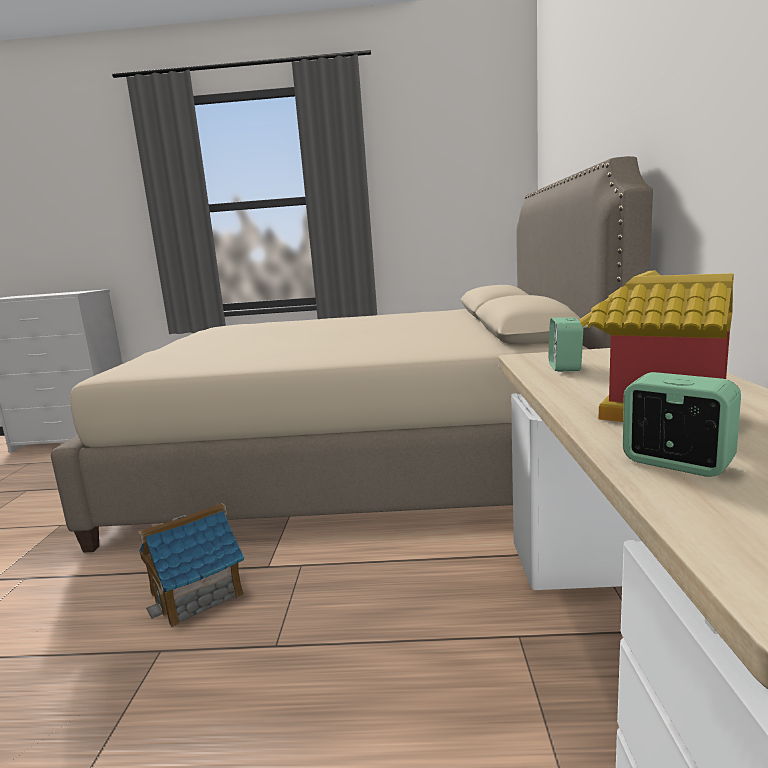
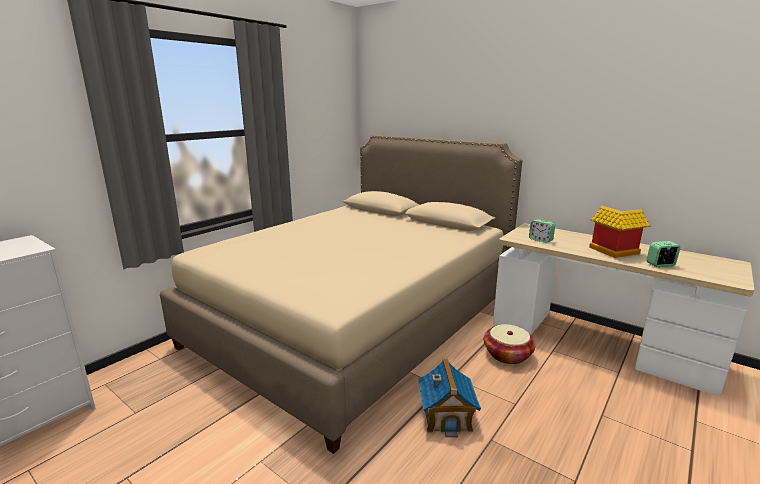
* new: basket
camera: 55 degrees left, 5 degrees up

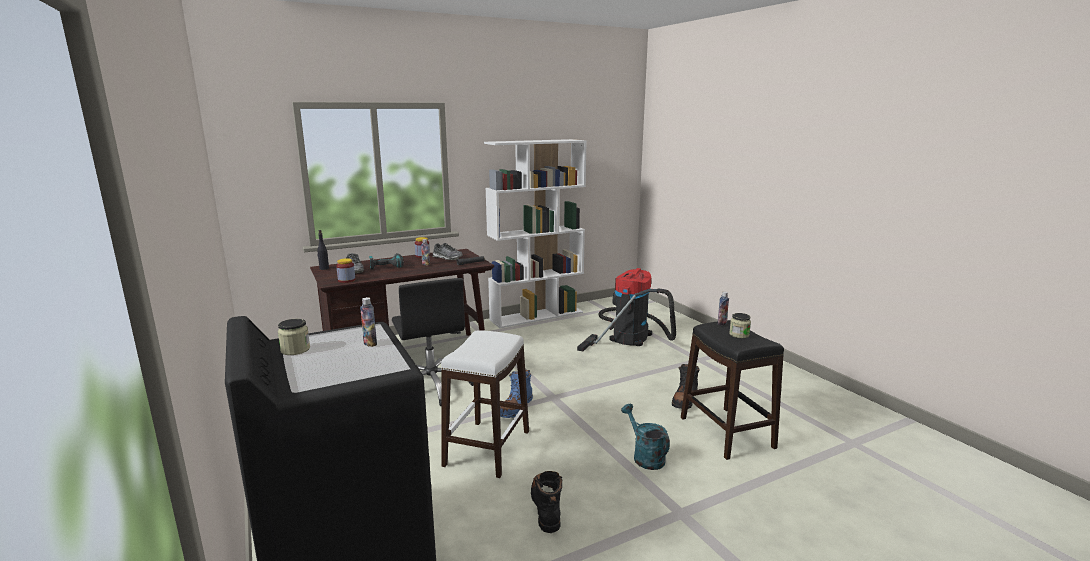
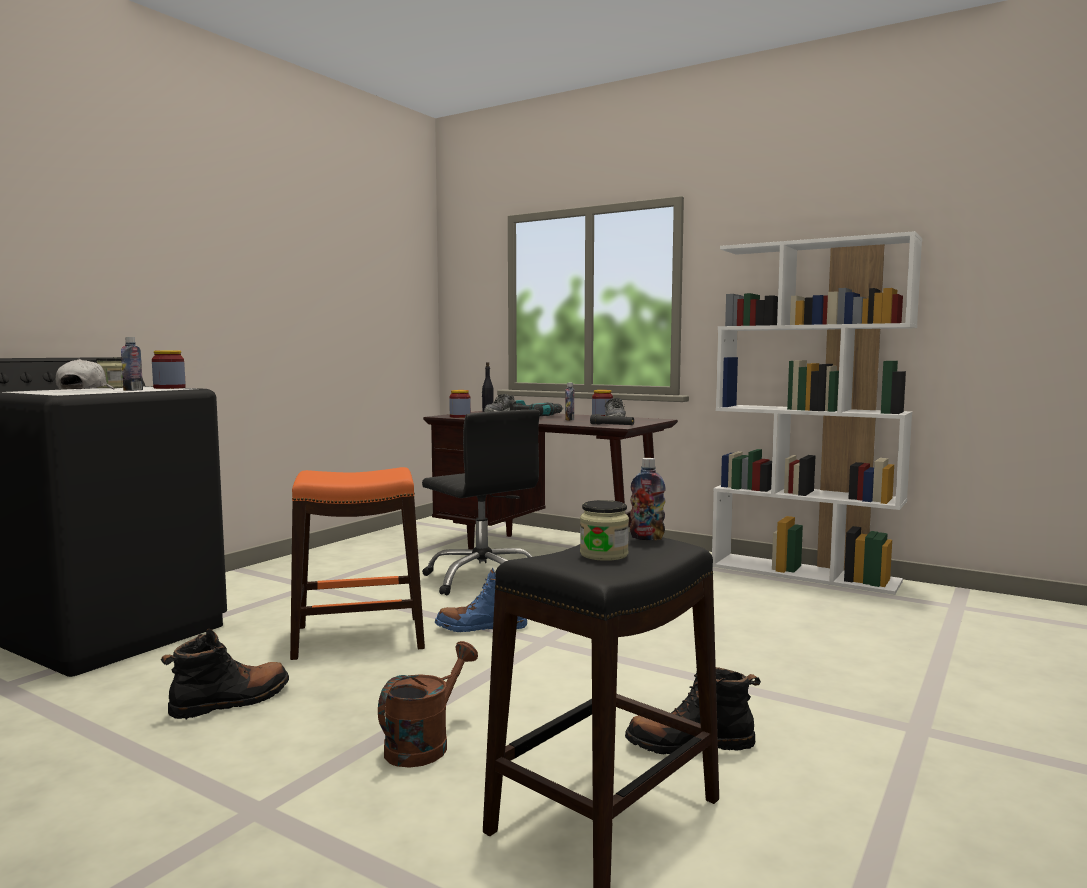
* gone: vacuum cleaner
* new: white cap
* new: jar (no. 2 from left)
* repainted: white stool to orange stool
* repainted: turquoise watering can to brown watering can
* rotated: black office chair 75 degrees counterclockwise
camera: 60 degrees right, 10 degrees down

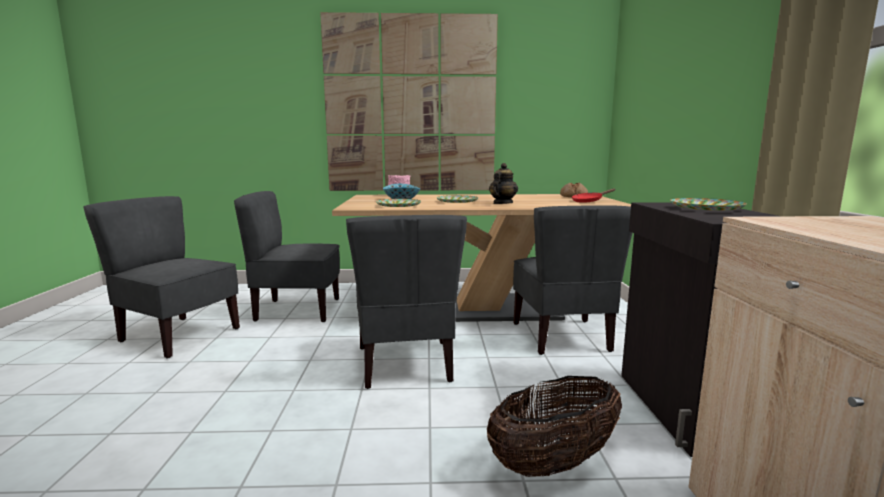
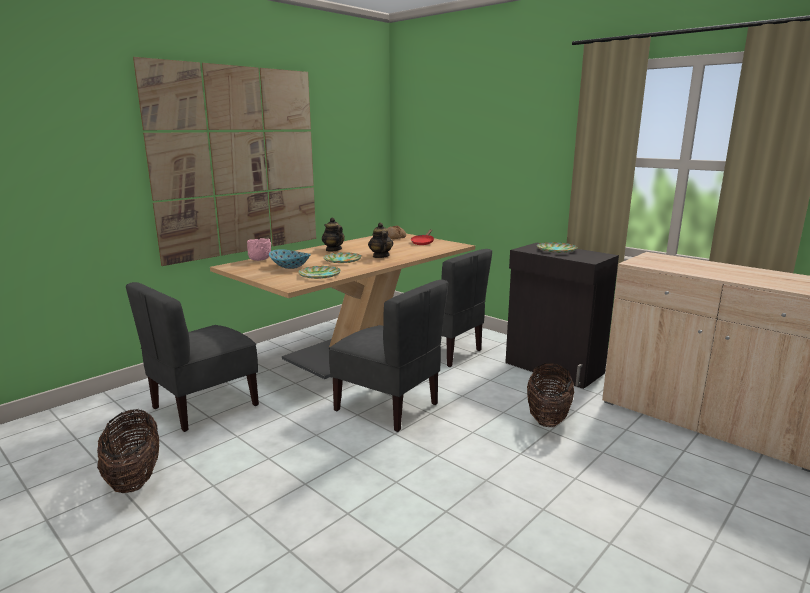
* new: teapot (no. 1 from left)
* swapped: grey chair (no. 1 from left) to basket (no. 1 from left)
camera: 45 degrees left, 5 degrees up

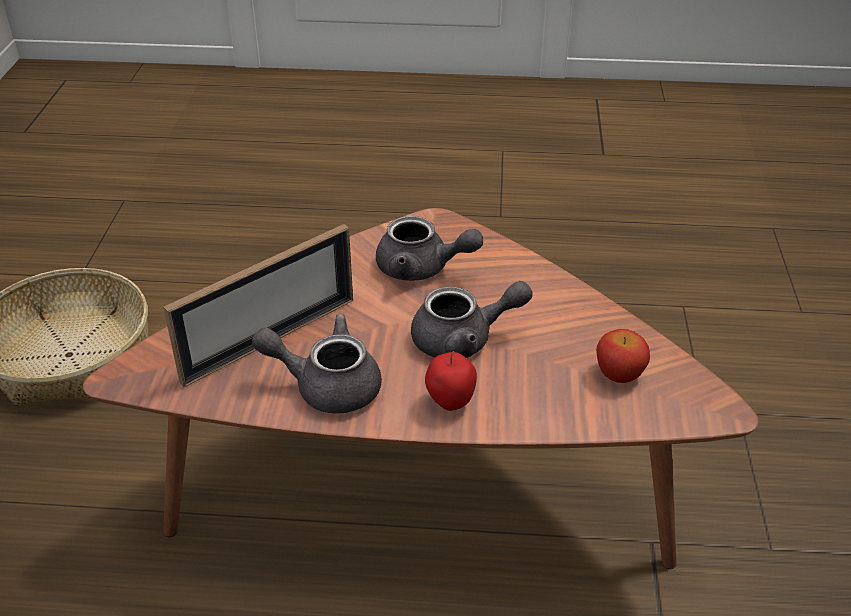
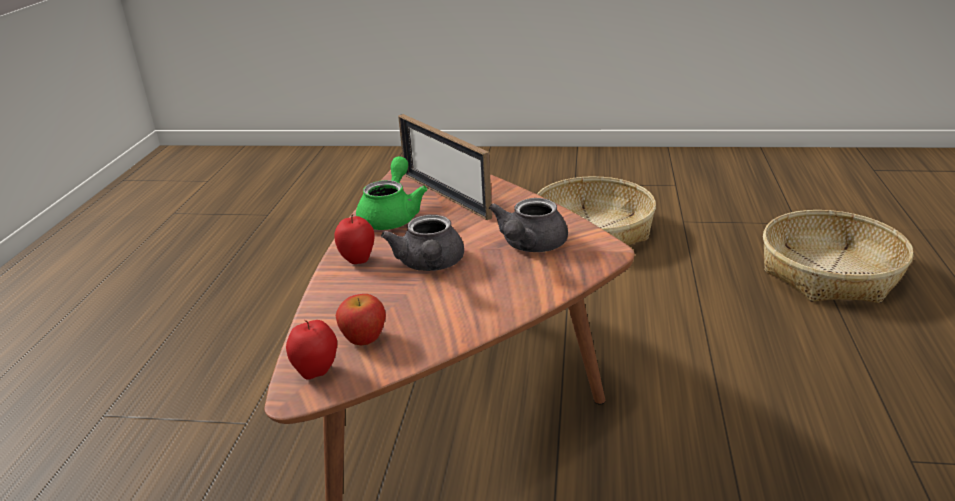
* new: apple (no. 1 from left)
* new: basket (no. 2 from left)
* repainted: grey teapot (no. 1 from left) to green teapot
camera: 95 degrees right, 10 degrees down

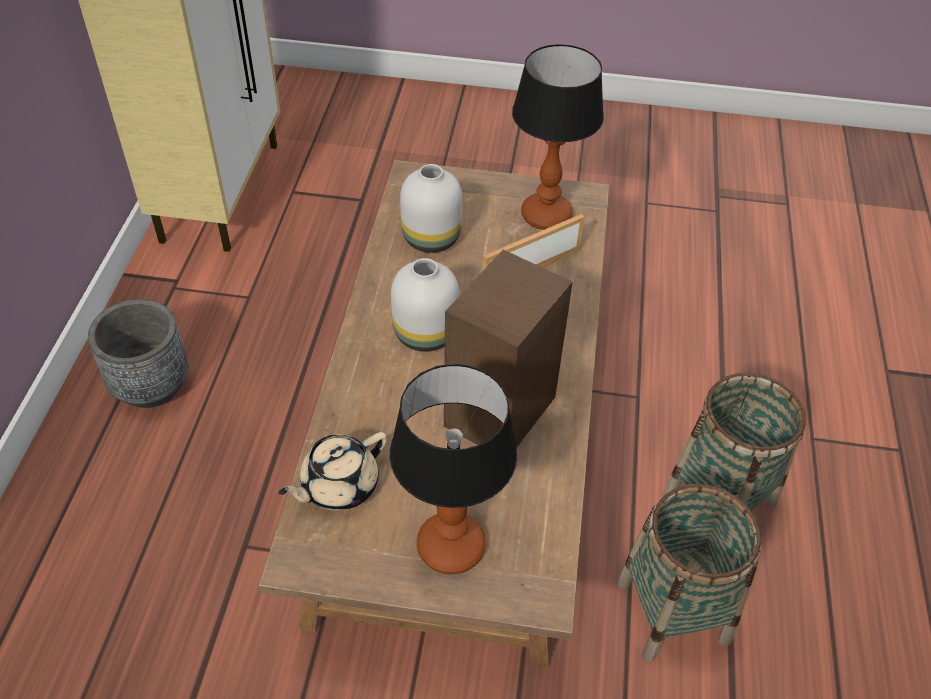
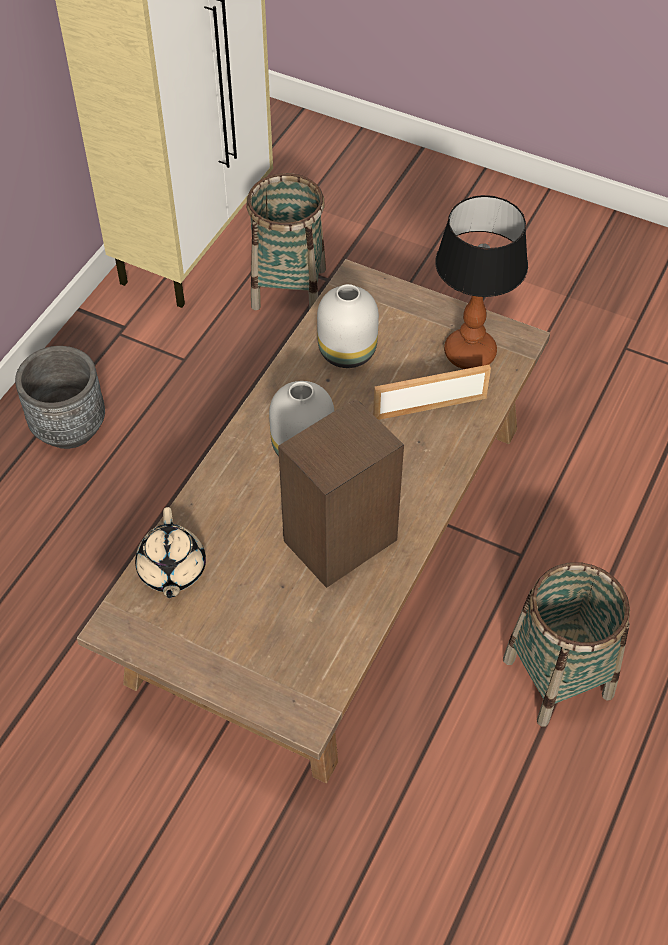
* gone: table lamp (no. 1 from left)
* shifted: basket (no. 1 from left)
* rotated: beige teapot 75 degrees counterclockwise
camera: 20 degrees right, 5 degrees up

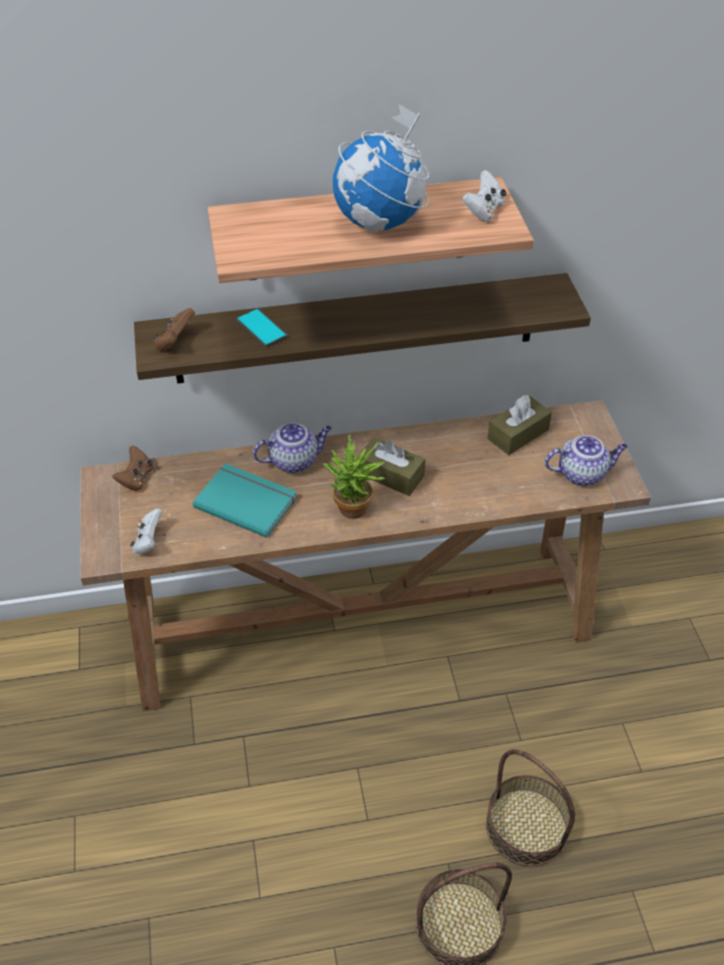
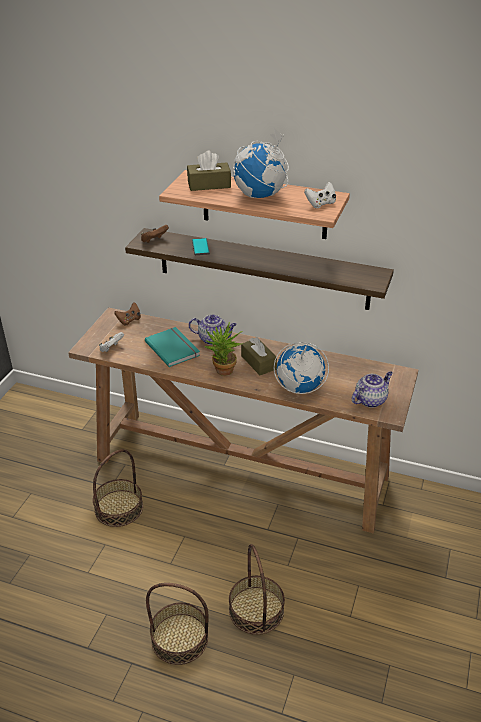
* new: basket (no. 1 from left)
* new: globe (no. 2 from left)
* shifted: brown tissue box (no. 2 from left in the first image) to brown tissue box (no. 1 from left)
* rotated: teapot (no. 2 from left) 60 degrees counterclockwise
camera: 30 degrees right, 10 degrees down

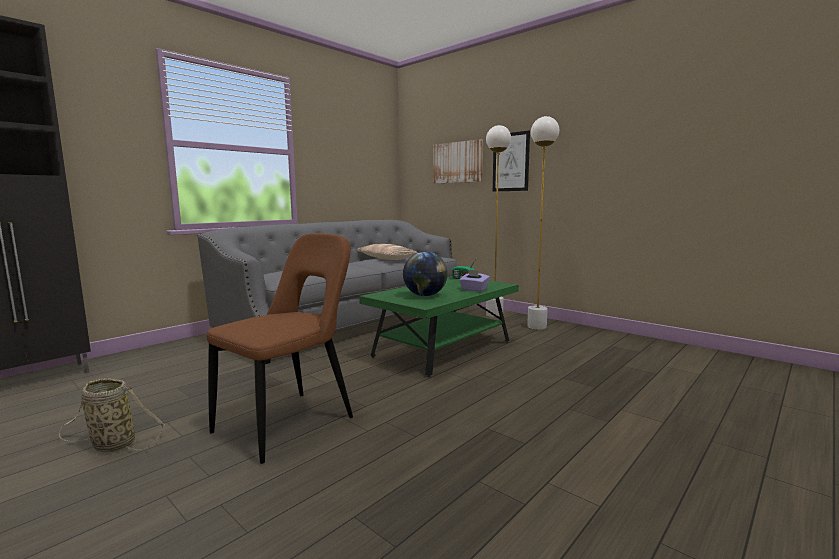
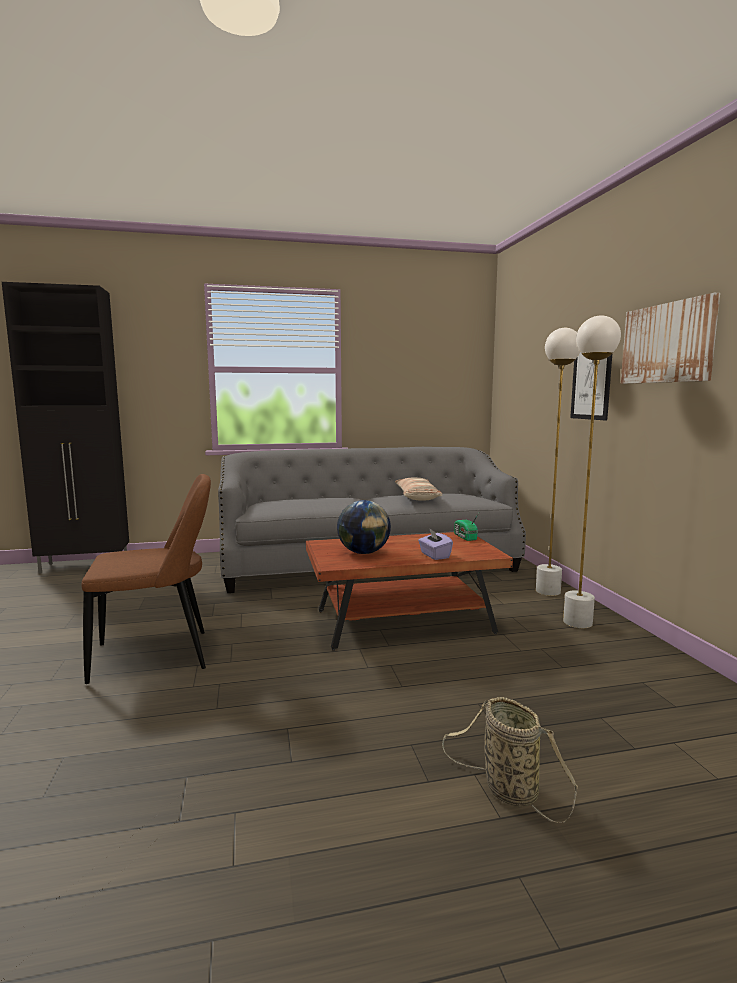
* shifted: basket
* shifted: picture (no. 1 from left in the first image) to picture (no. 2 from left)
* repainted: green coffee table to brown coffee table
camera: 35 degrees right, 0 degrees up

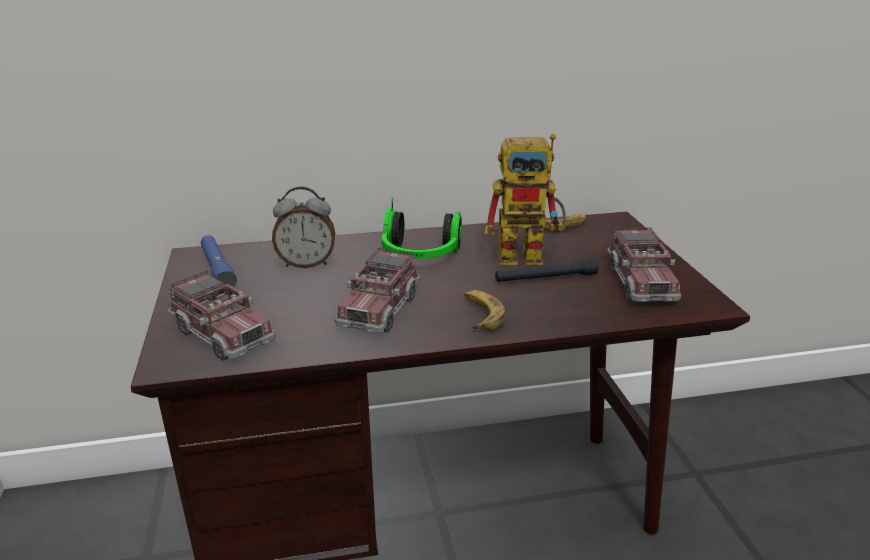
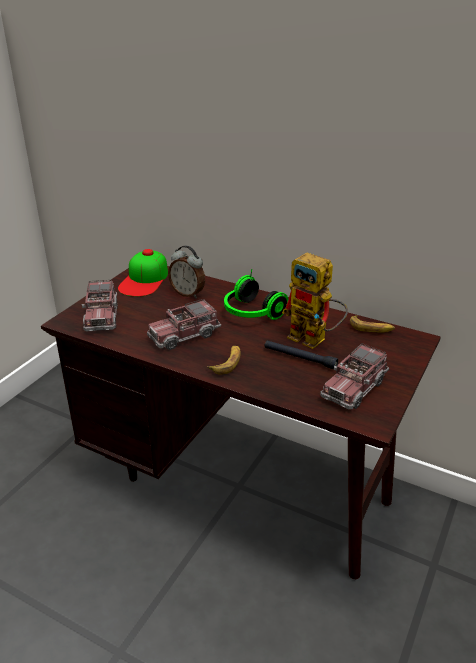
* swapped: blue flashlight to cap
camera: 40 degrees right, 5 degrees up

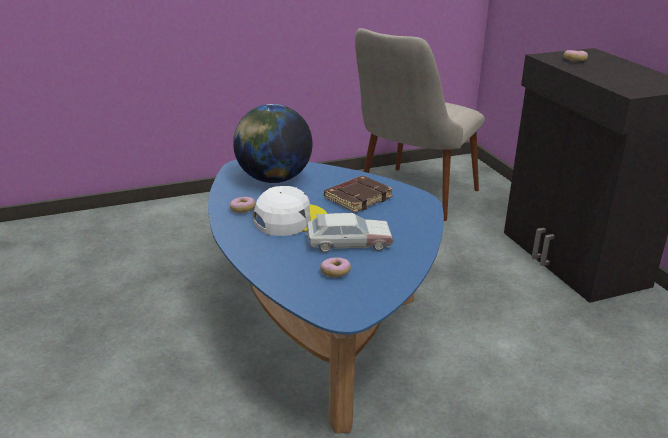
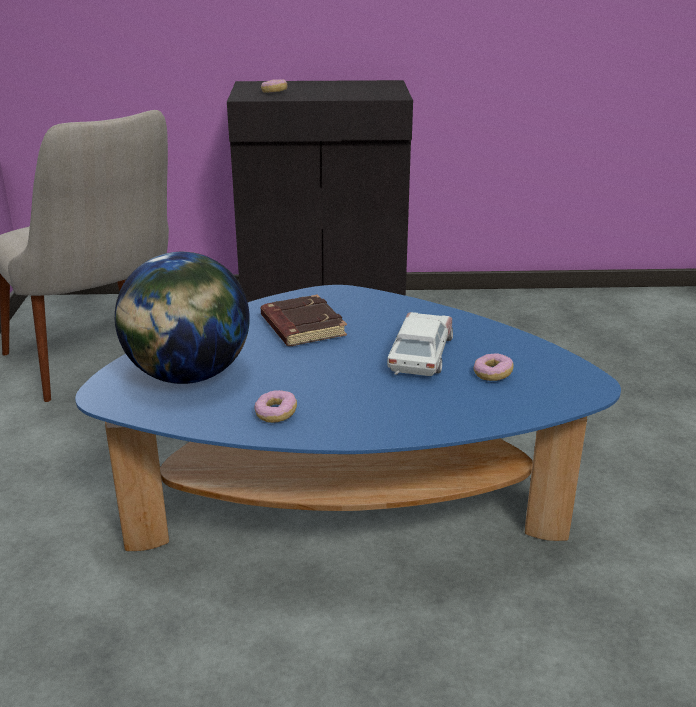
* gone: white cap
camera: 70 degrees left, 0 degrees up

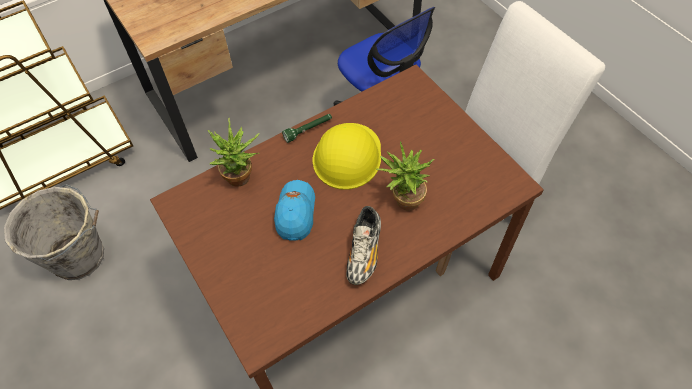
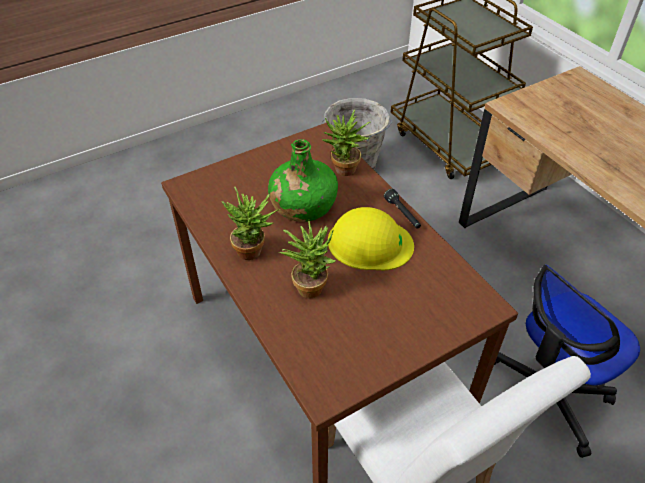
* swapped: blue cap to green bottle
* swapped: shoe to potted plant (no. 1 from left)
* repainted: green flashlight to black flashlight
camera: 90 degrees right, 10 degrees down

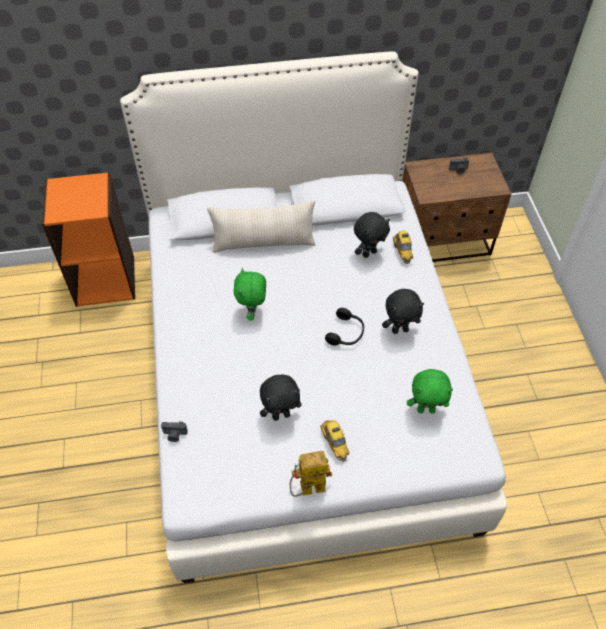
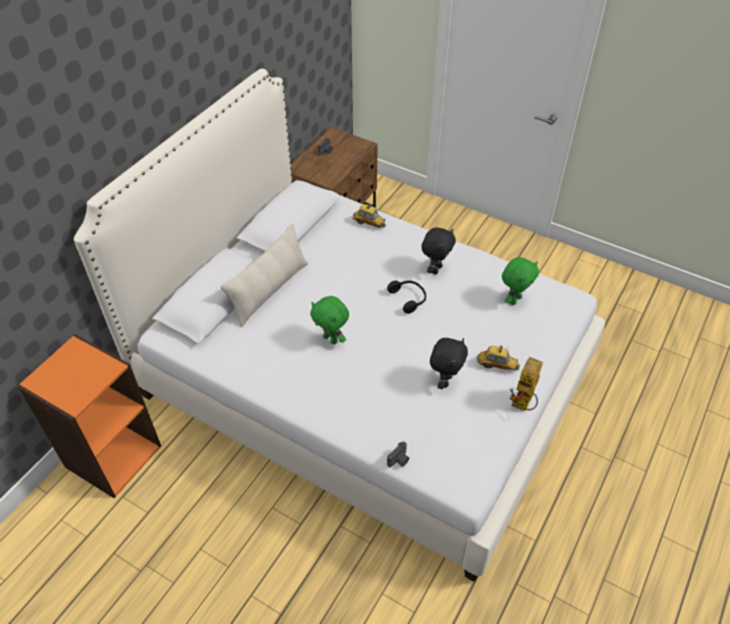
* gone: black plush toy (no. 2 from left)
camera: 50 degrees left, 5 degrees down

